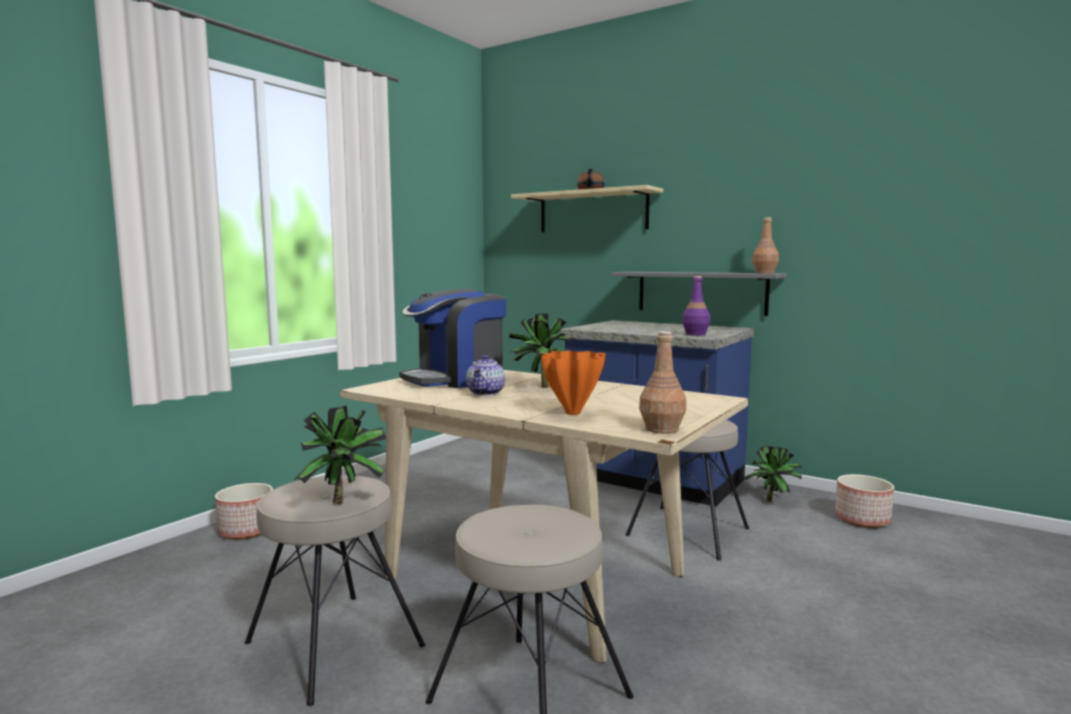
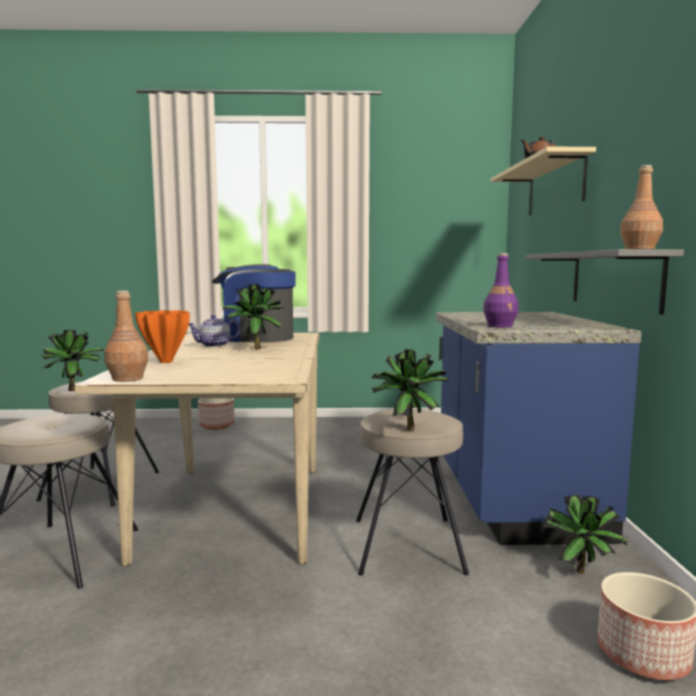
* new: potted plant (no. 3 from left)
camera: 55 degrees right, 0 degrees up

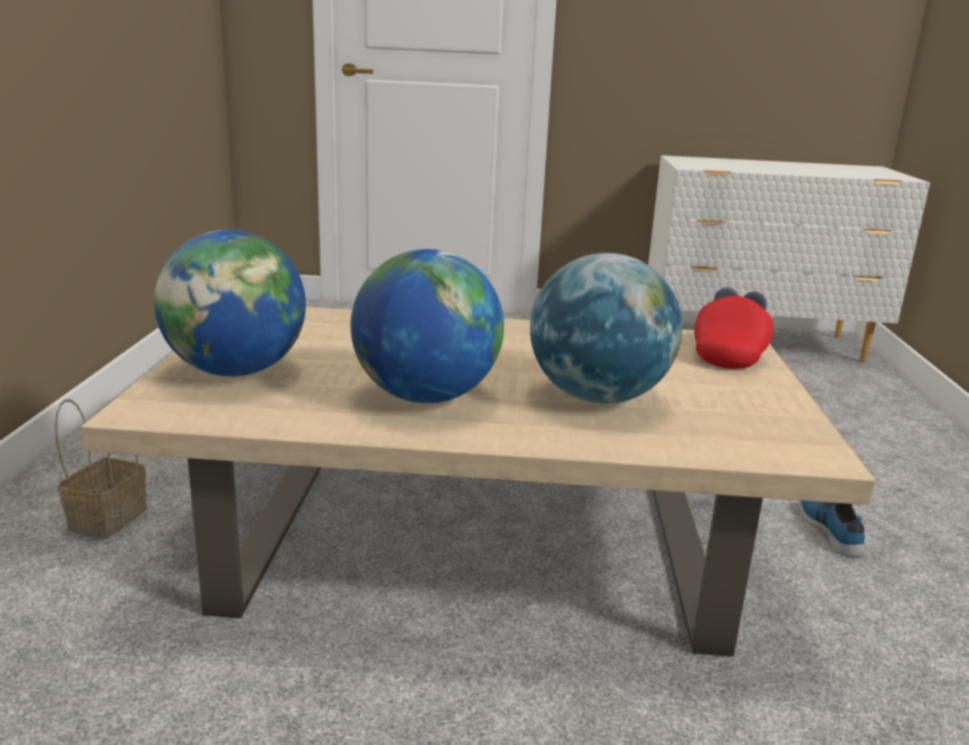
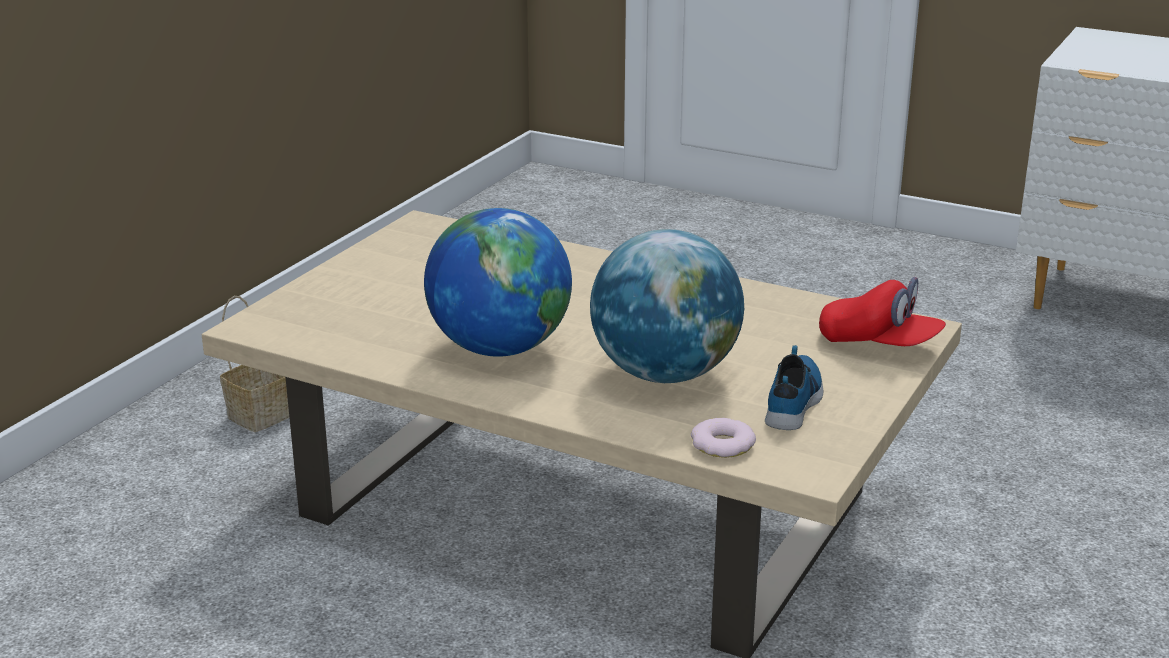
* gone: globe (no. 1 from left)
* new: donut
* shifted: shoe
* rotated: red cap 75 degrees clockwise
camera: 25 degrees right, 5 degrees up

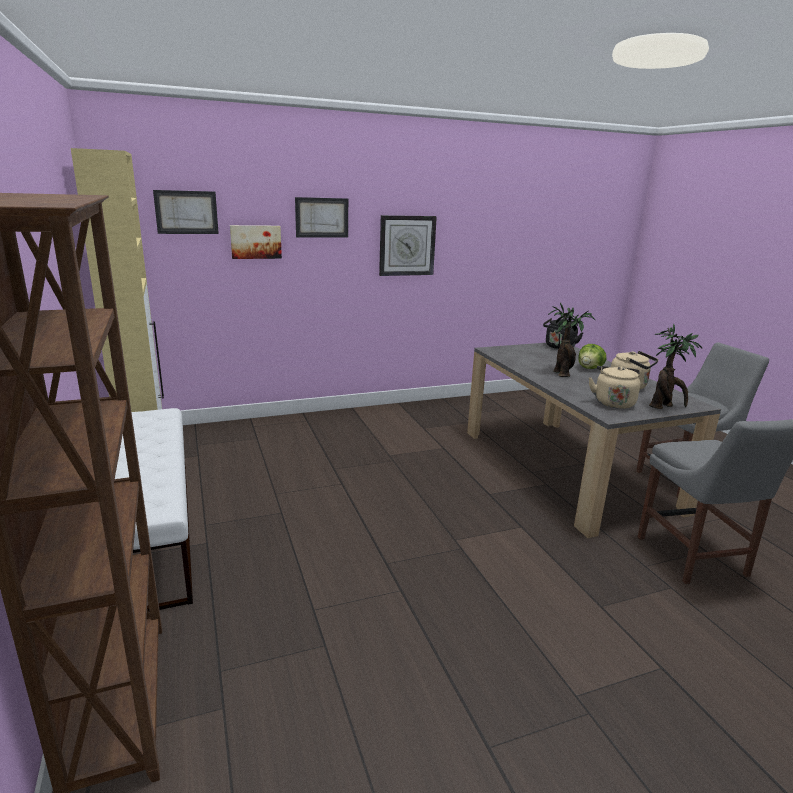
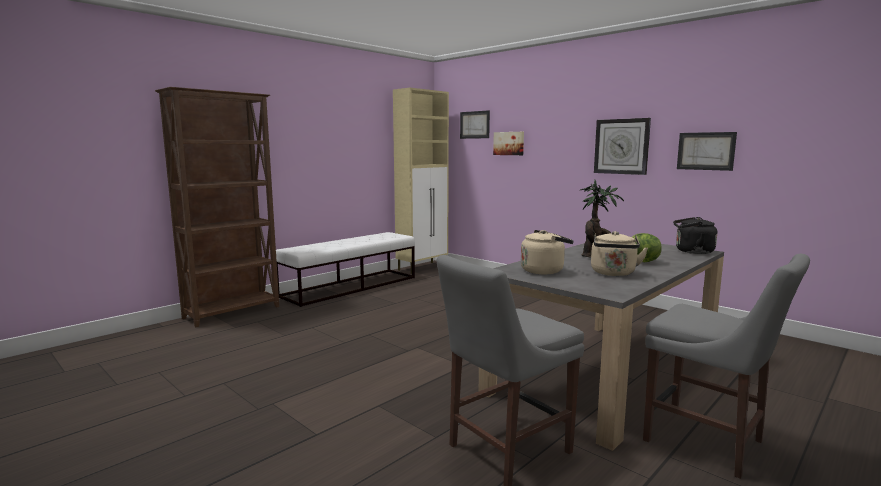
* gone: potted plant (no. 2 from left)
* shifted: picture (no. 3 from left)
camera: 65 degrees right, 10 degrees down

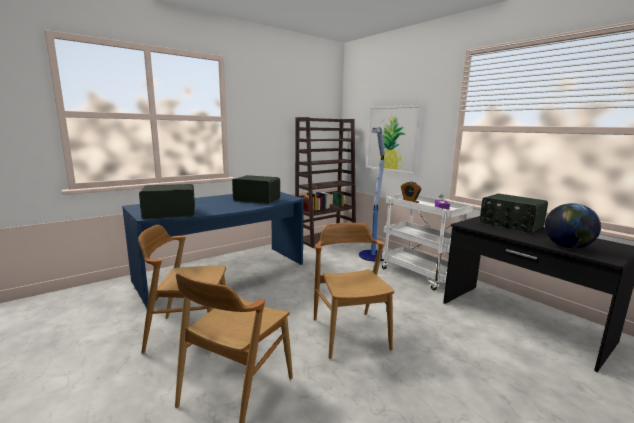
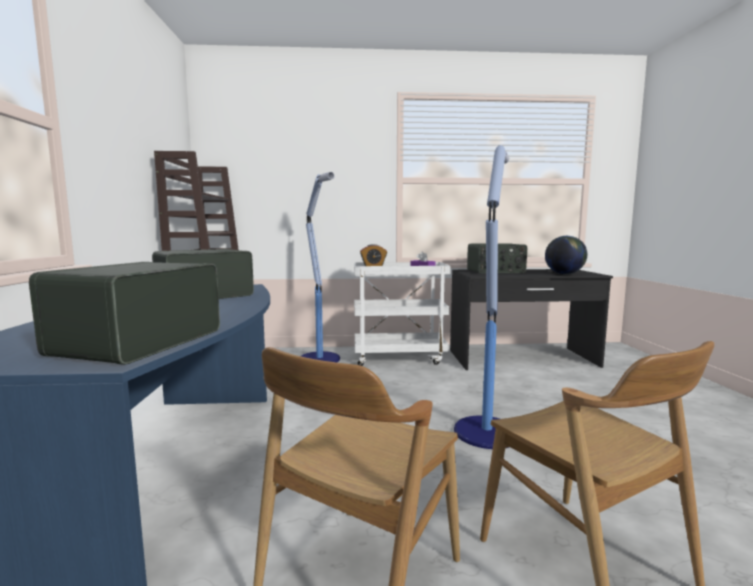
* gone: picture
* swapped: brown chair (no. 3 from left) to floor lamp (no. 2 from left)
camera: 55 degrees left, 5 degrees down

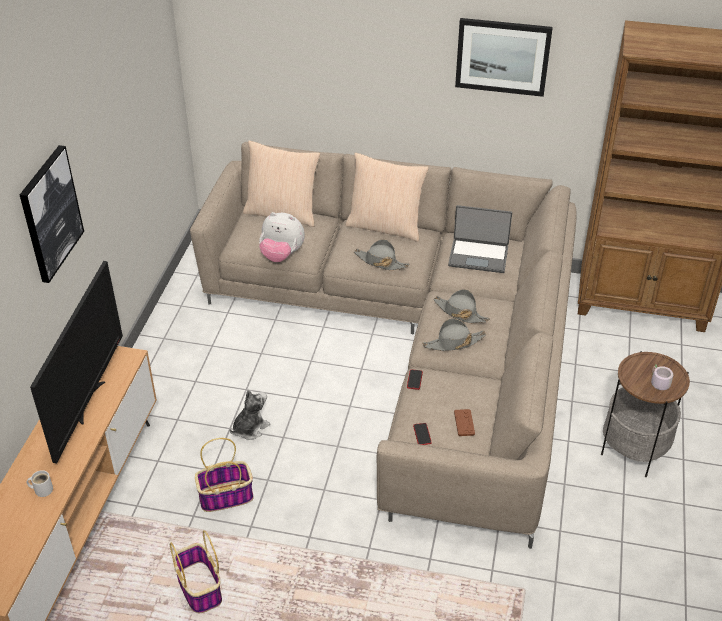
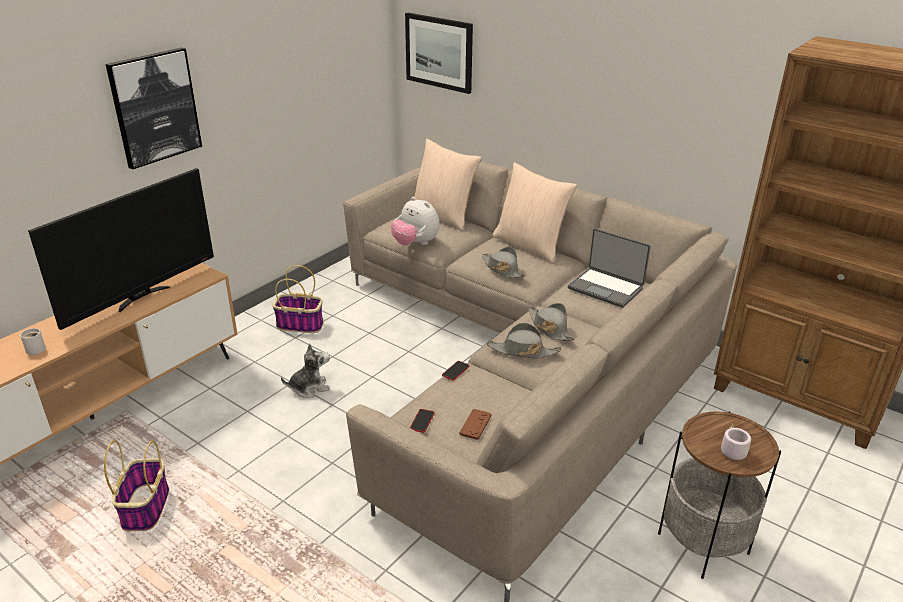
* shifted: basket (no. 2 from left)
* shifted: picture (no. 2 from left)
camera: 25 degrees right, 10 degrees down

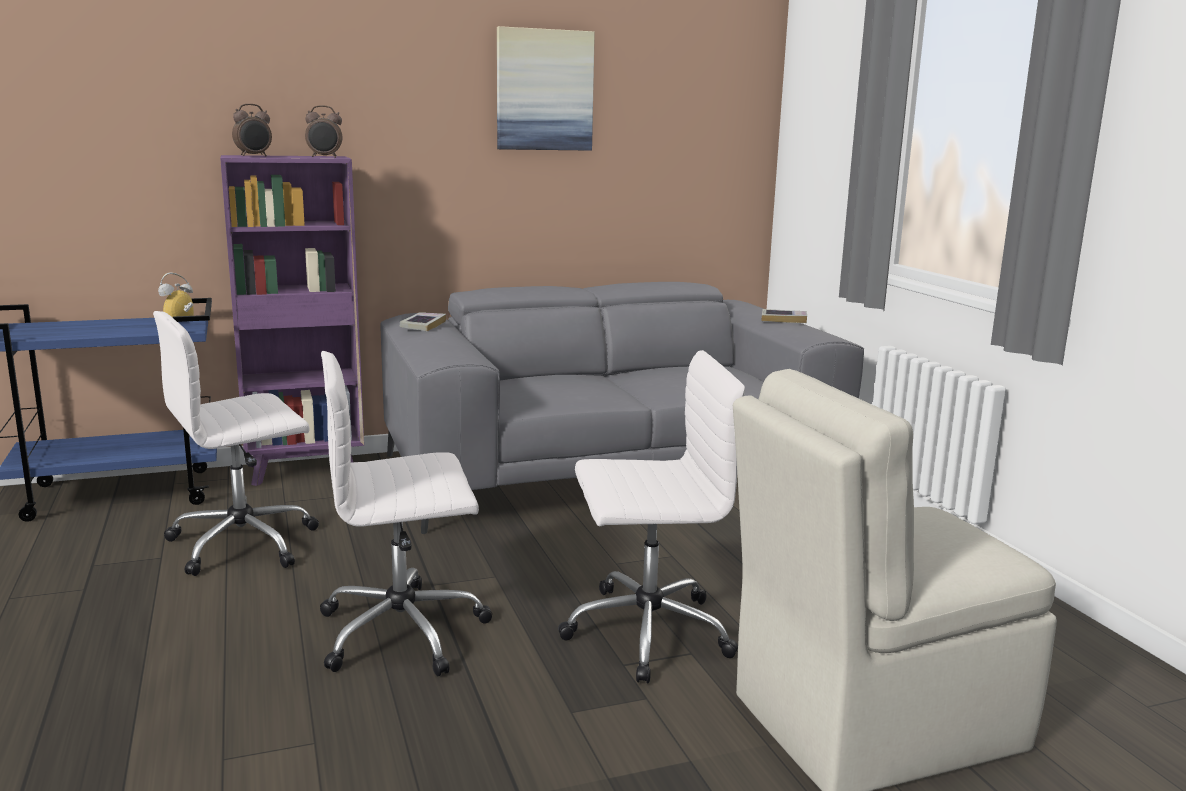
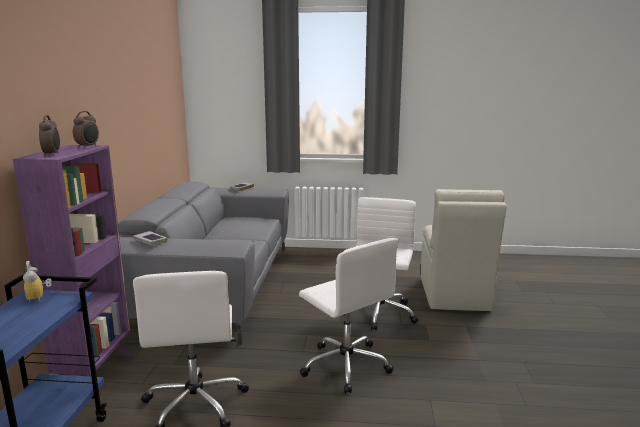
* gone: picture
* rotated: white office chair (no. 2 from left) 45 degrees counterclockwise
camera: 65 degrees left, 0 degrees up

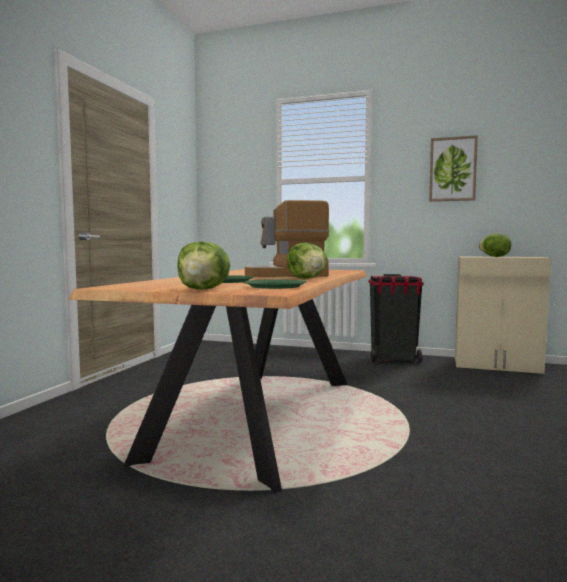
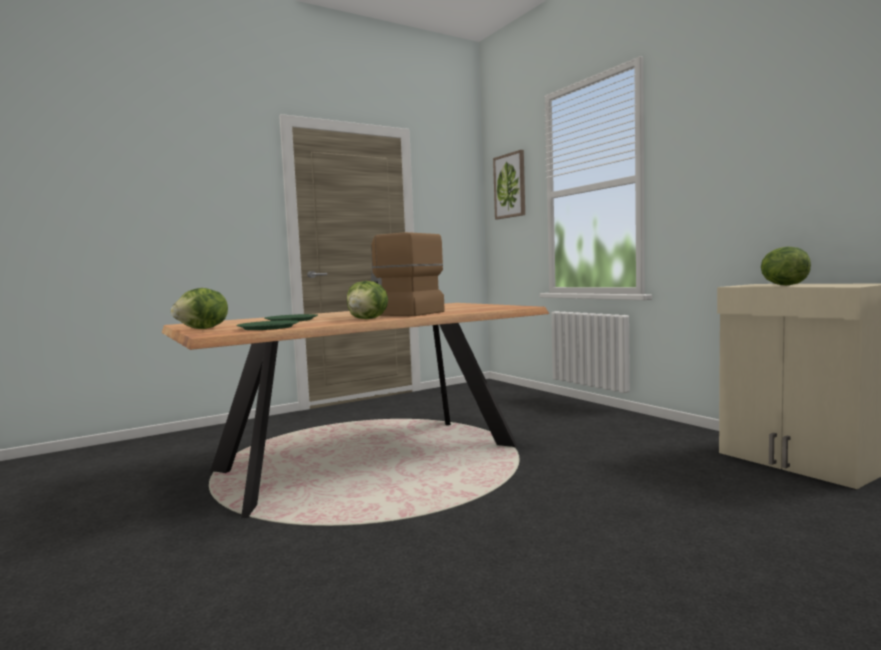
* gone: black trash can
* shifted: picture
camera: 40 degrees right, 0 degrees up

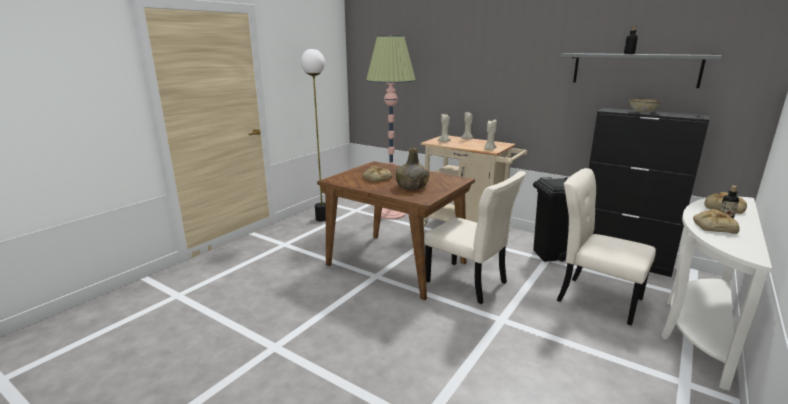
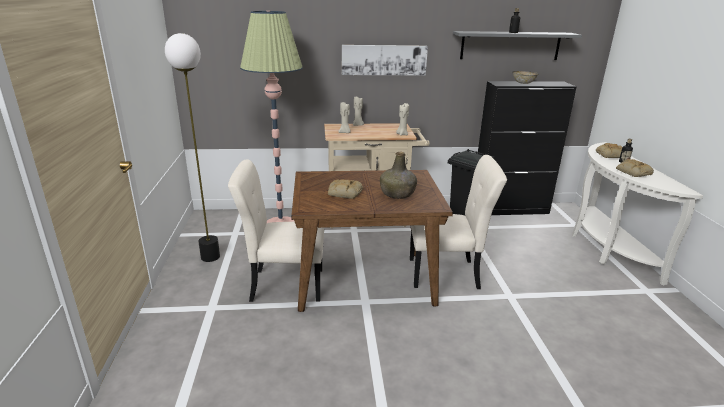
* new: picture
* shifted: beige chair (no. 2 from left in the first image) to beige chair (no. 1 from left)
camera: 40 degrees left, 5 degrees up

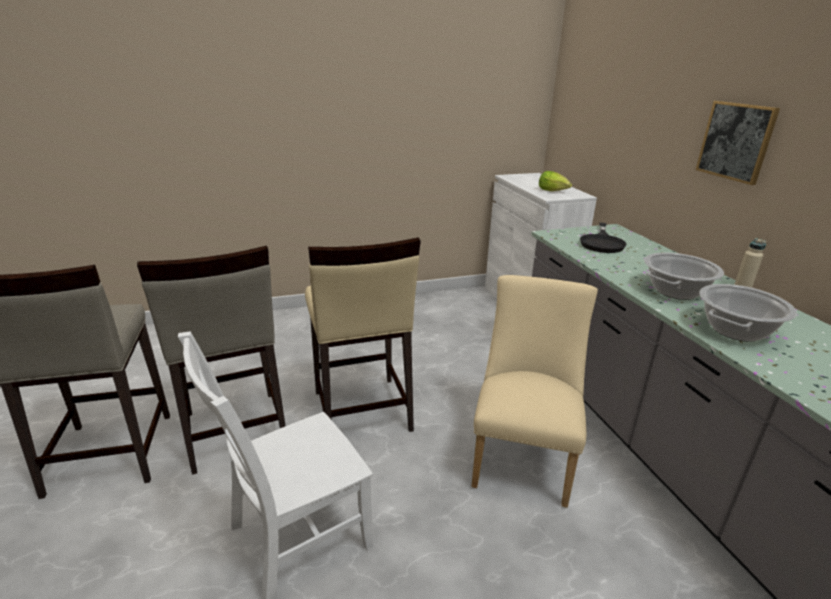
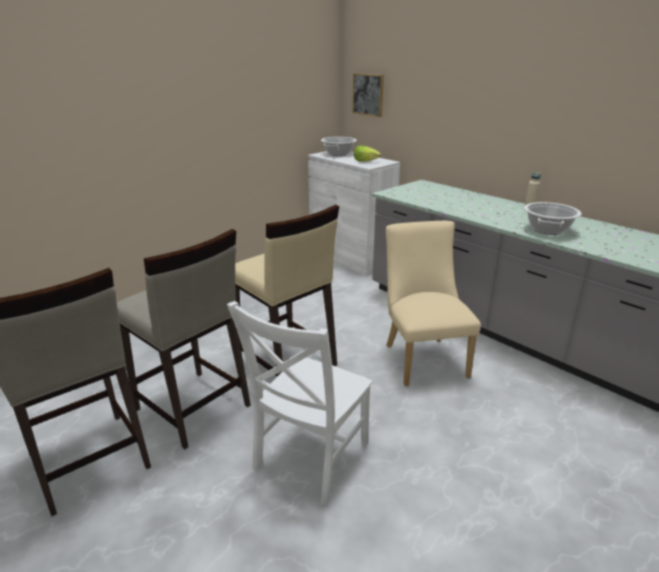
* gone: black frying pan
* shifted: cooking pot (no. 1 from left)
* shifted: picture
camera: 25 degrees left, 0 degrees up

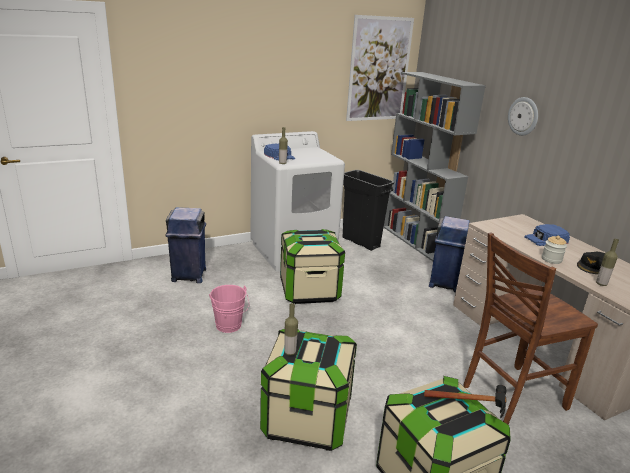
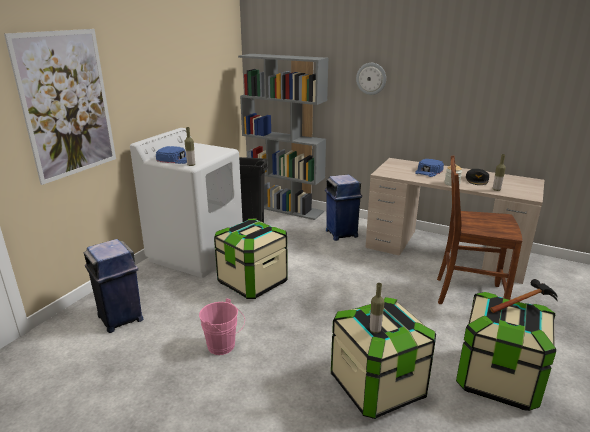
* shifted: picture
* rotated: brown chair 75 degrees clockwise
camera: 35 degrees left, 0 degrees up

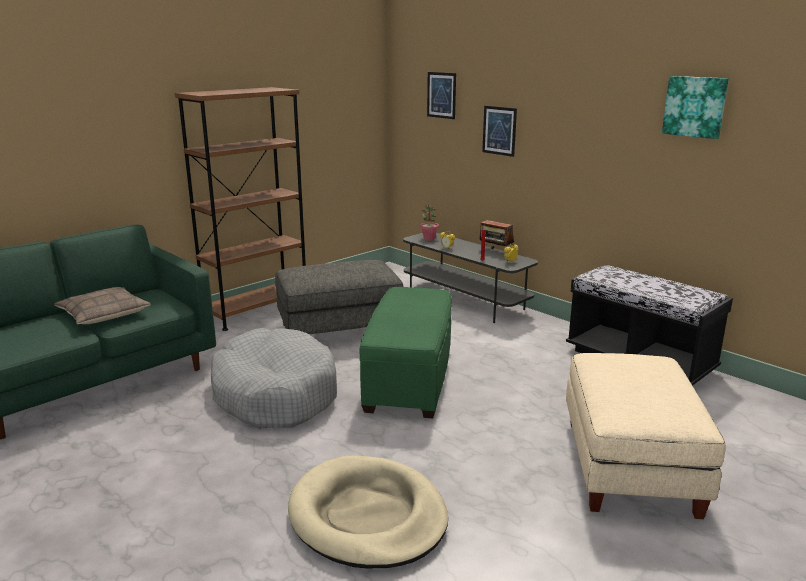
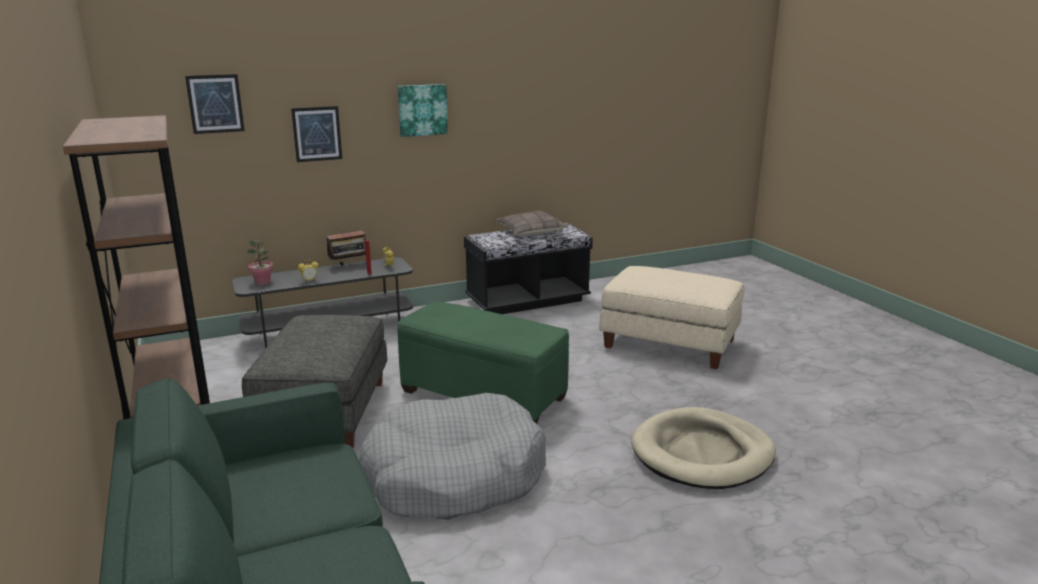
* shifted: pillow
* shifted: picture (no. 3 from left)
camera: 70 degrees left, 0 degrees up

